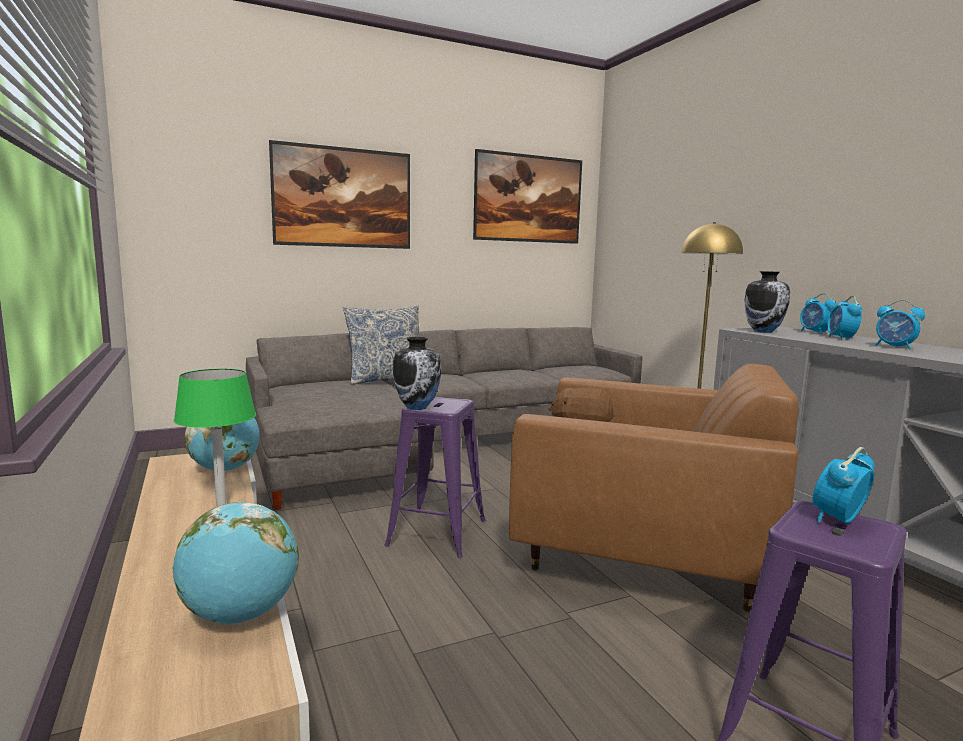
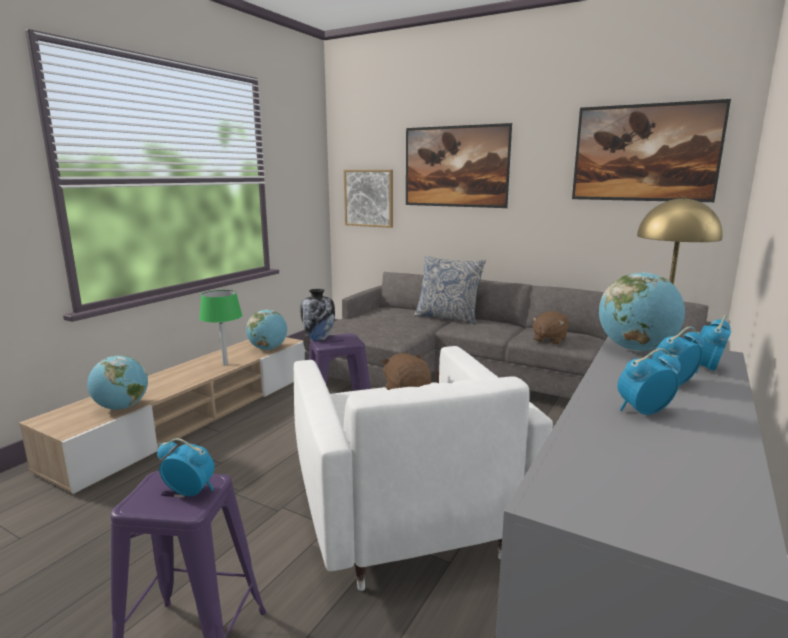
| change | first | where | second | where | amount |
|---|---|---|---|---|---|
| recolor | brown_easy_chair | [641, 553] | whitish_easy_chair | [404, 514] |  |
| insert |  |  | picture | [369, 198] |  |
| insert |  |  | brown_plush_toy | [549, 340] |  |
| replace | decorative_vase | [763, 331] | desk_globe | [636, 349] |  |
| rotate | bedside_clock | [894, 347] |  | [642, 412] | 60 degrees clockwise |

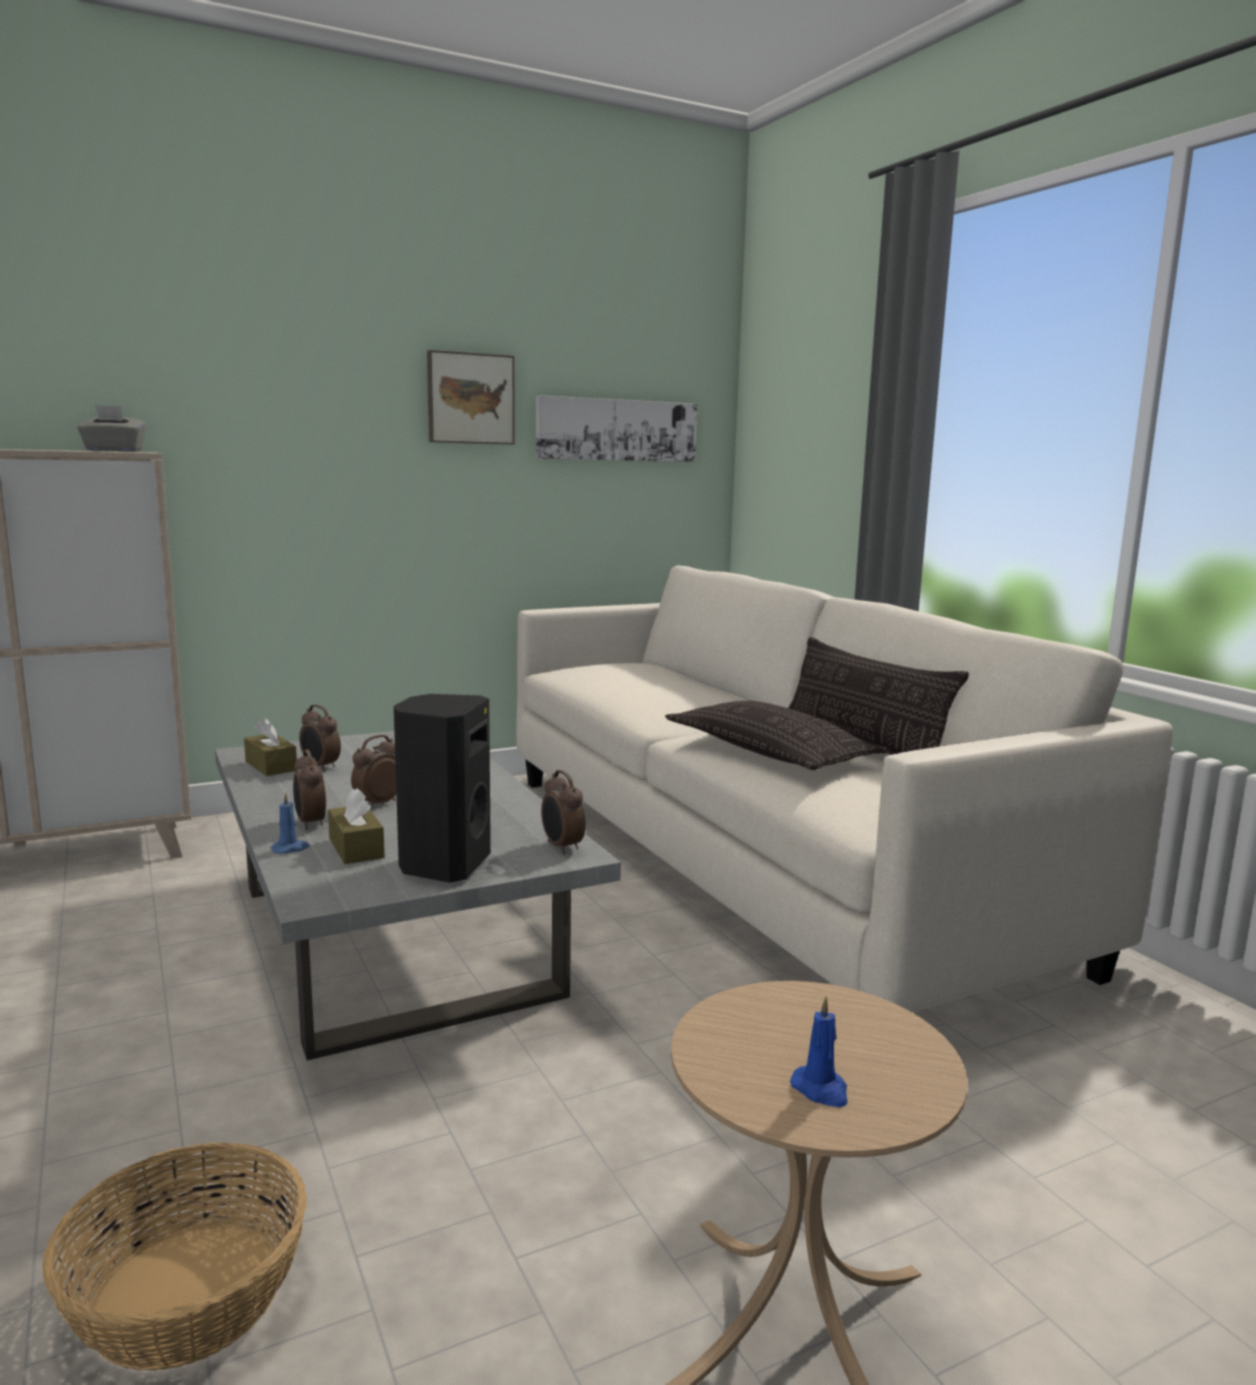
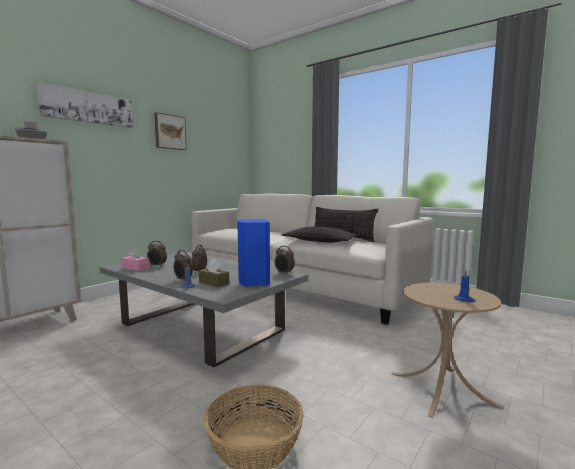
| change | first | where | second | where | amount |
|---|---|---|---|---|---|
| move | picture | [617, 430] |  | [88, 107] |  |
| recolor | brown_tissue_holder | [271, 766] | pink_tissue_holder | [135, 268] |  |
| recolor | black-coloured_speaker | [442, 865] | bluish_speaker | [253, 282] |  |

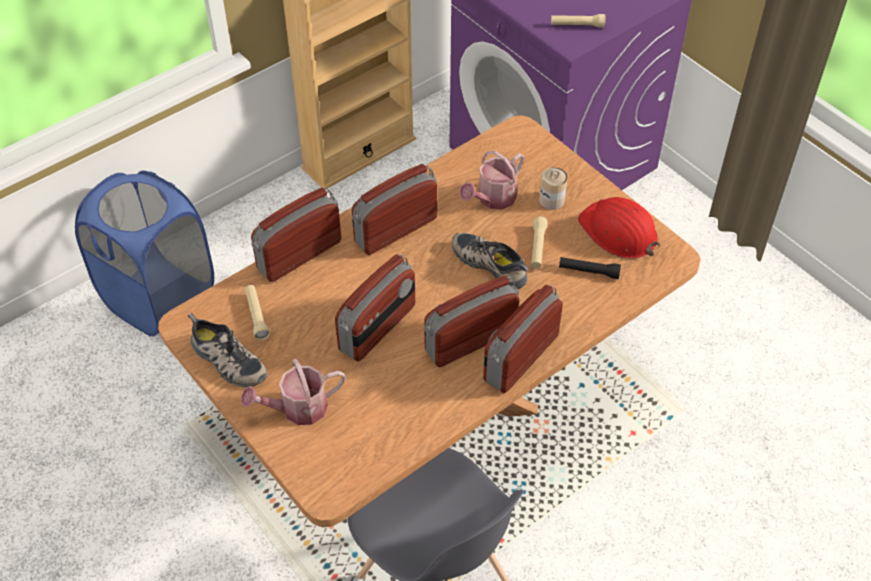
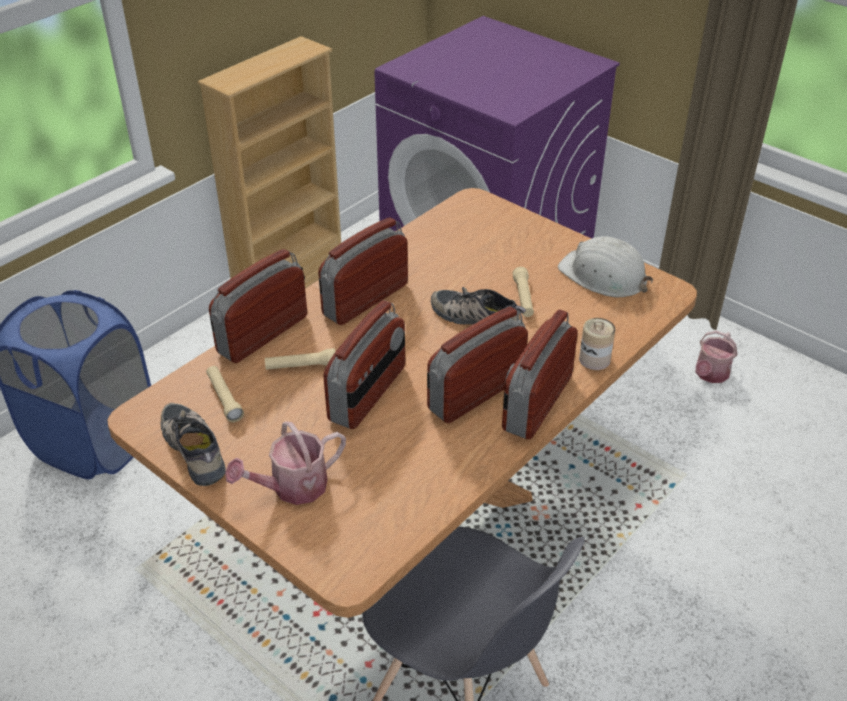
| change | first | where | second | where | amount |
|---|---|---|---|---|---|
| rotate | item_of_footwear | [226, 361] |  | [196, 449] | 150 degrees counterclockwise |
| move | sand-coloured_flashlight | [577, 25] |  | [301, 366] |  |
| recolor | red-coloured_work_helmet | [618, 232] | whitish_work_helmet | [603, 276] |  |
| move | sealed_can | [551, 200] |  | [594, 359] |  |
| move | watering_can | [492, 199] |  | [710, 375] |  |
| delete | black-coloured_flashlight | [589, 271] |  |  |  |

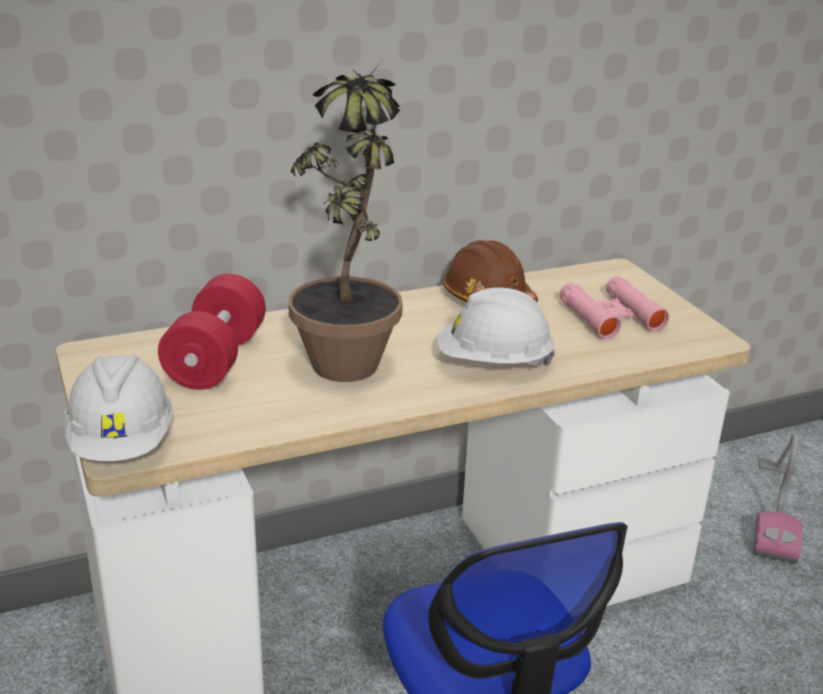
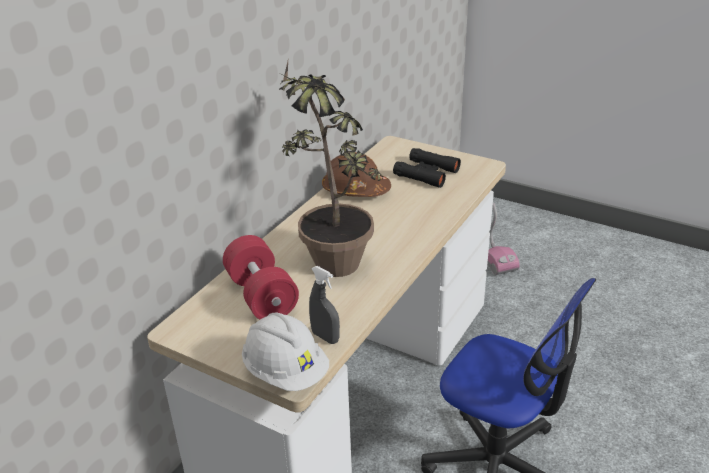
| change | first | where | second | where | amount |
|---|---|---|---|---|---|
| insert |  |  | greyish_hand_sprayer | [325, 337] |  |
| recolor | pink_field_glasses | [610, 317] | black-coloured_field_glasses | [426, 173] |  |
| delete | whitish_work_helmet | [493, 363] |  |  |  |

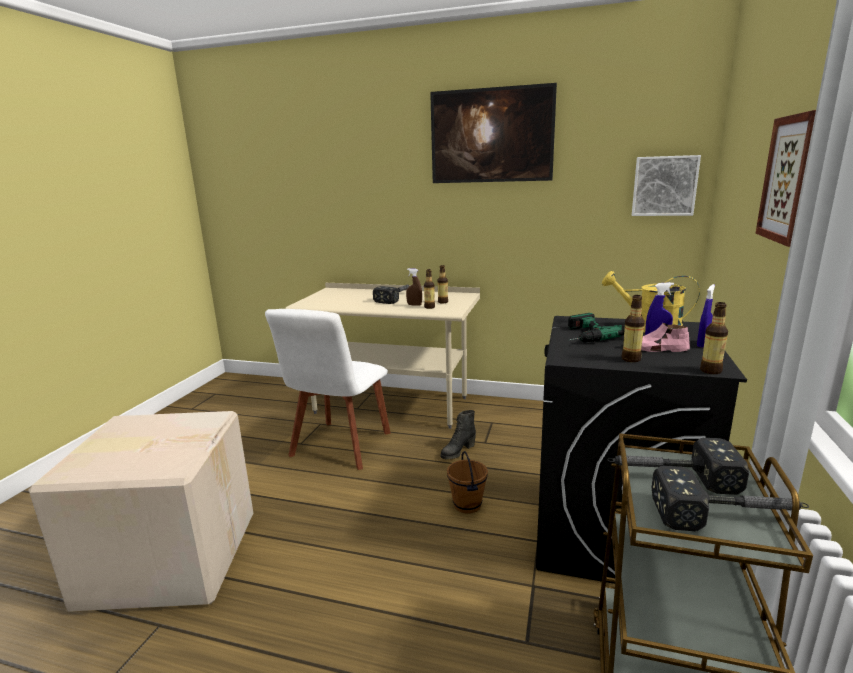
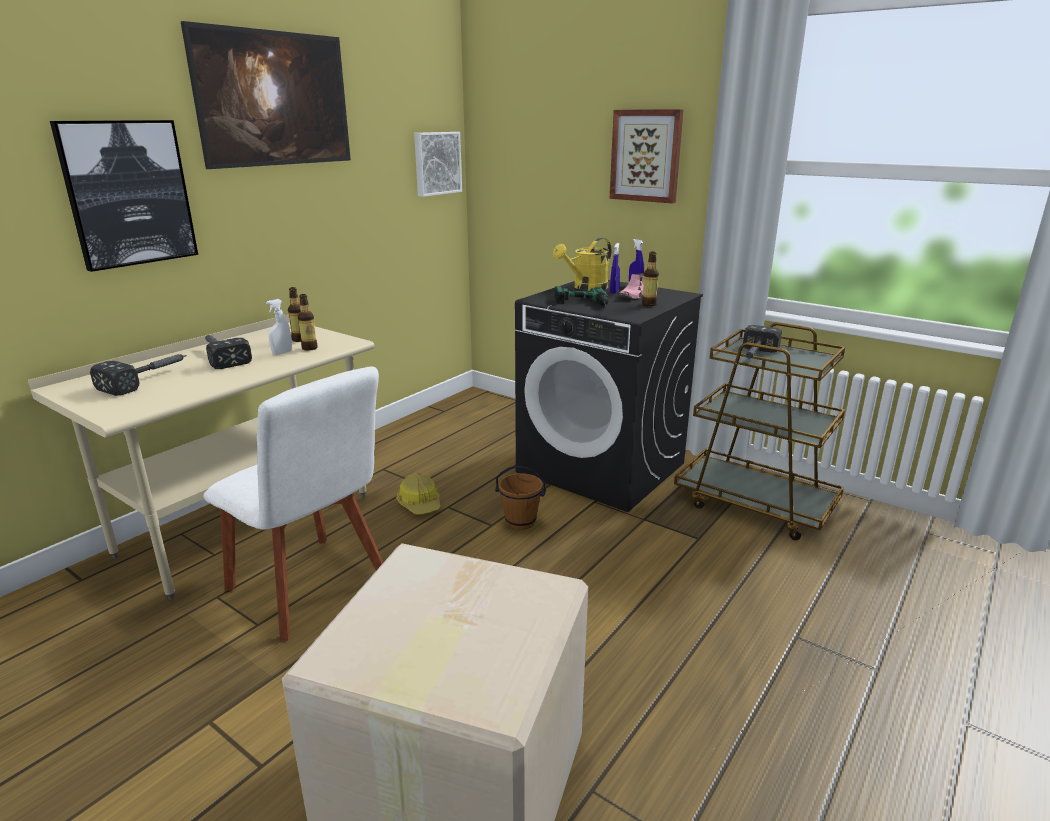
| change | first | where | second | where | amount |
|---|---|---|---|---|---|
| insert |  |  | picture | [128, 193] |  |
| move | tool_hammer | [729, 516] |  | [149, 379] |  |
| recolor | brown_hand_sprayer | [414, 305] | whitish_hand_sprayer | [282, 353] |  |
| replace | black-coloured_boot | [457, 451] | work_helmet | [420, 504] |  |
| delete | beverage_bottle | [710, 371] |  |  |  |

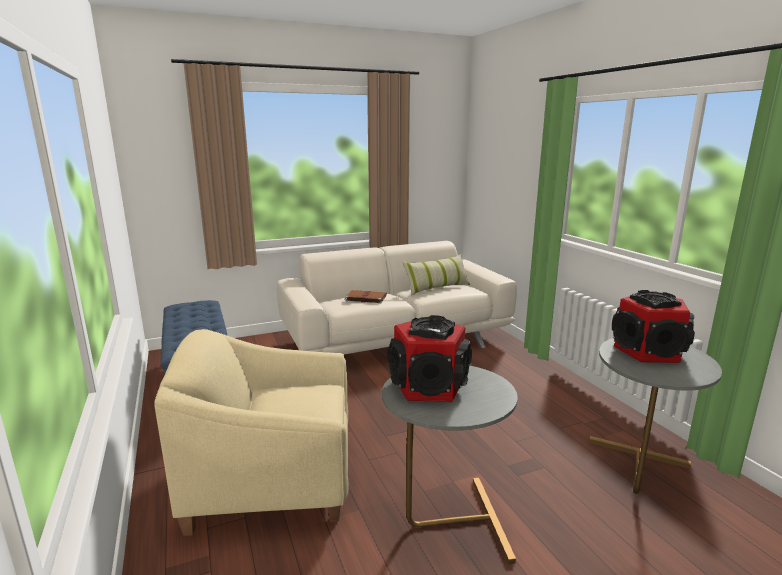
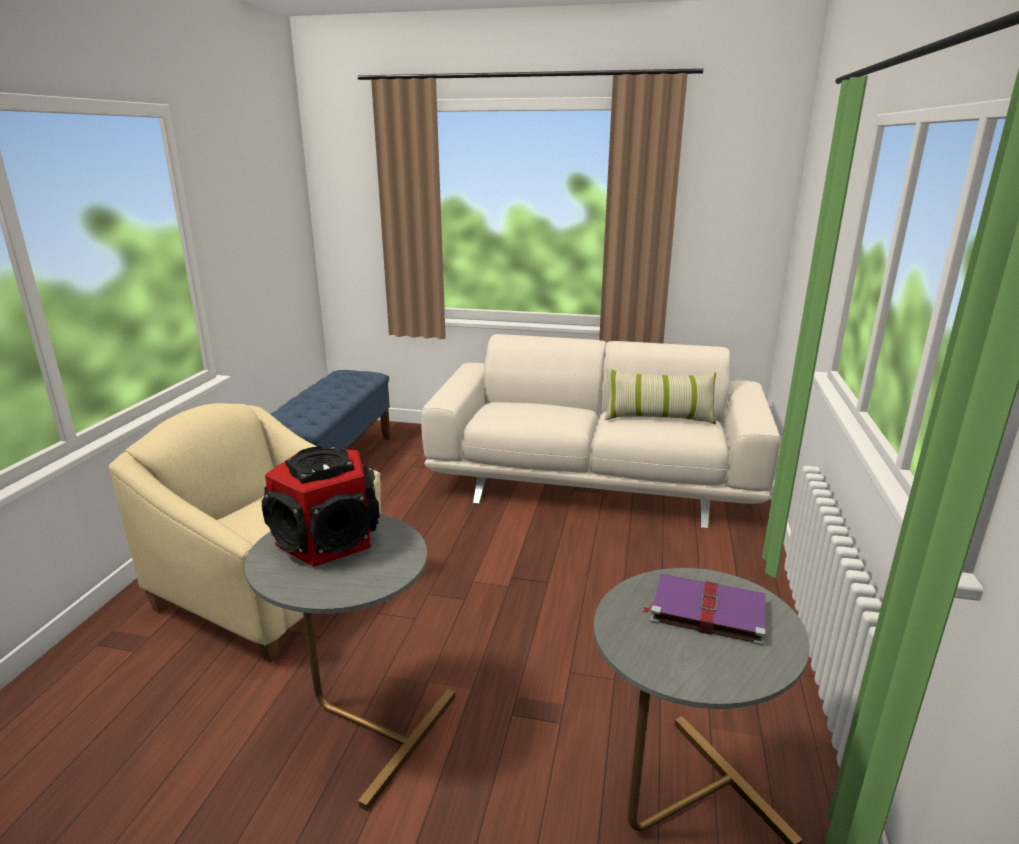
| change | first | where | second | where | amount |
|---|---|---|---|---|---|
| replace | speaker | [649, 351] | purple-coloured_book | [705, 611] |  |
| delete | brown_book | [365, 298] |  |  |  |

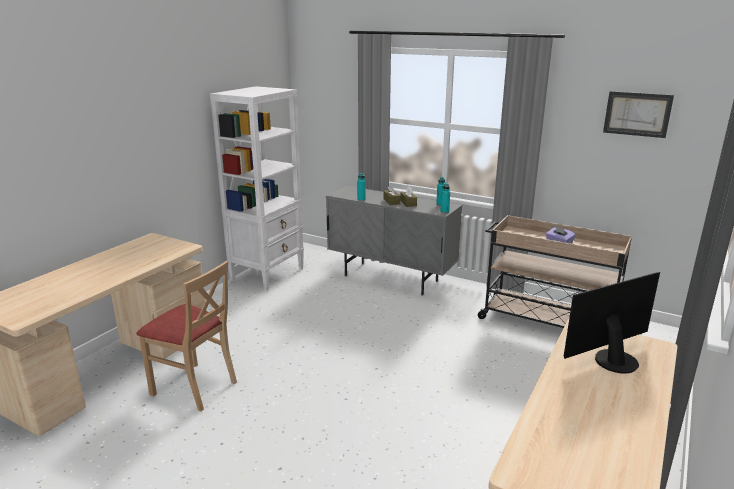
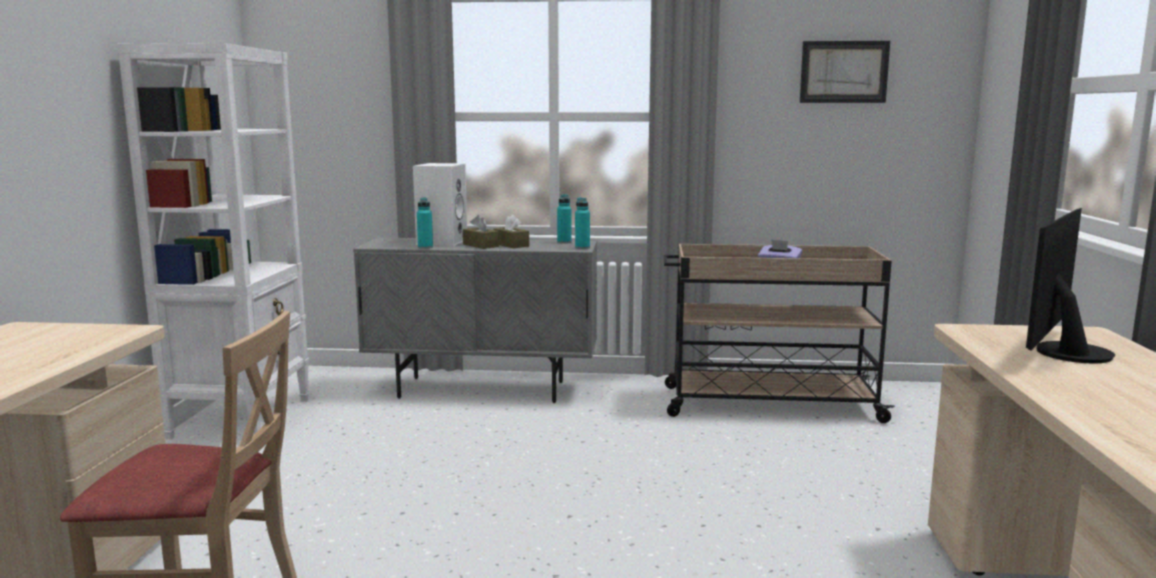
| change | first | where | second | where | amount |
|---|---|---|---|---|---|
| insert |  |  | whitish_speaker | [441, 241] |  |

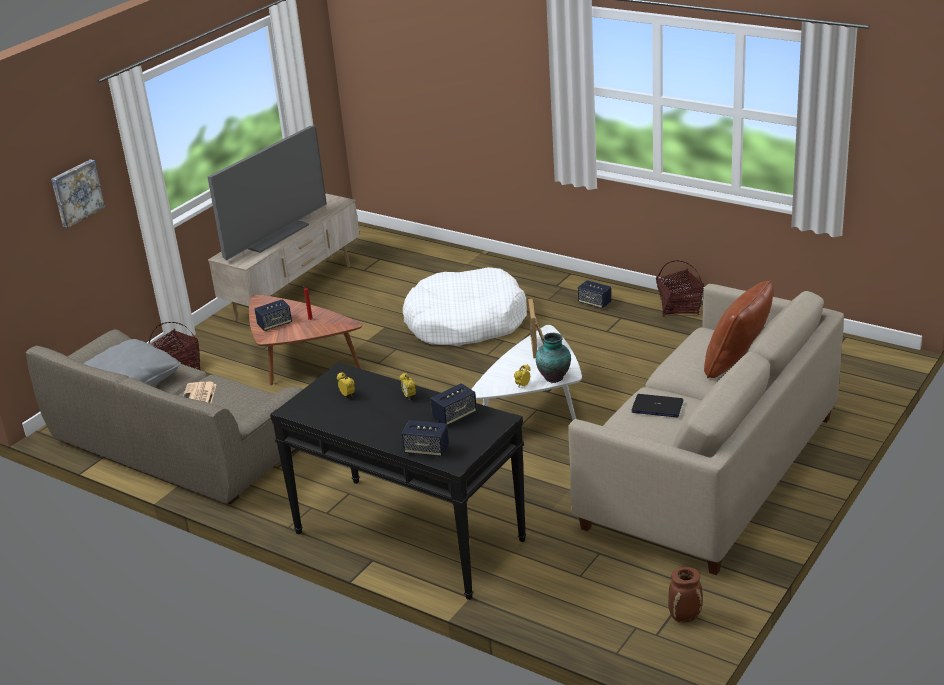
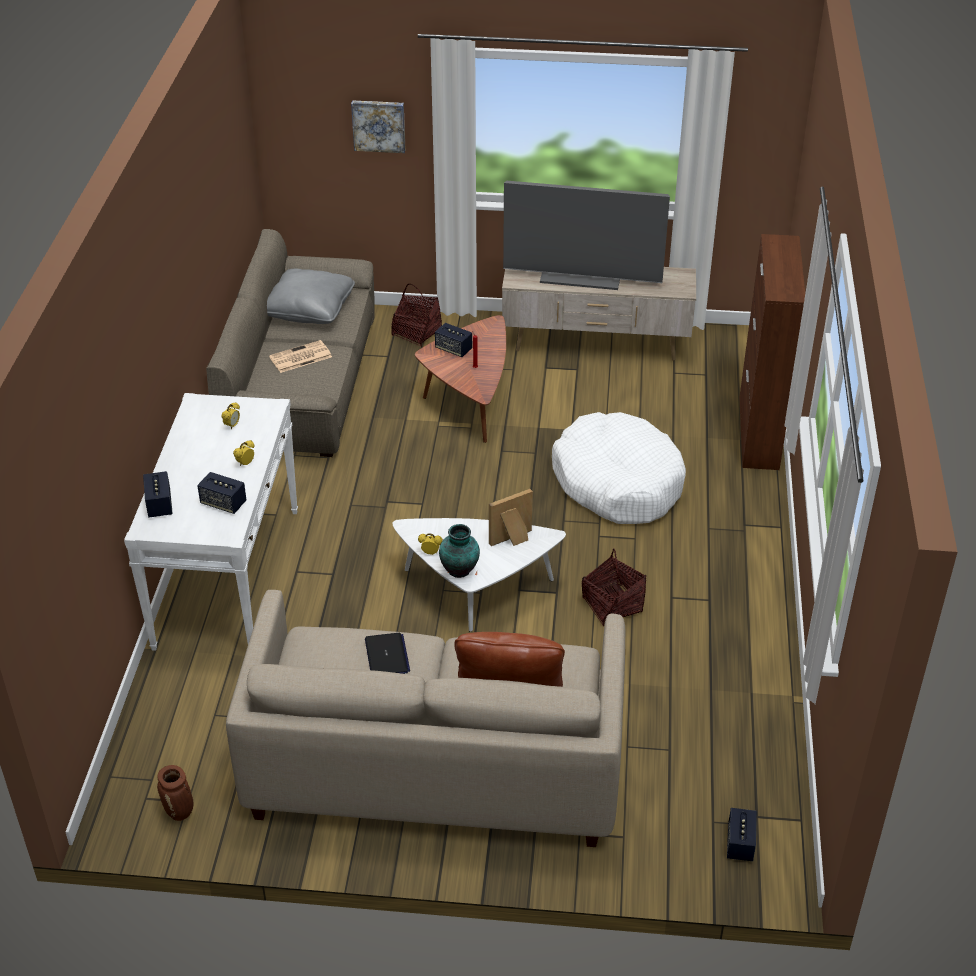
| change | first | where | second | where | amount |
|---|---|---|---|---|---|
| recolor | black-coloured_narrow_table | [408, 536] | whitish_narrow_table | [227, 576] |  |
| move | household_basket | [679, 308] |  | [612, 605] |  |
| move | speaker | [594, 303] |  | [740, 844] |  |
| insert |  |  | brown_storage_cabinet | [758, 433] |  |

